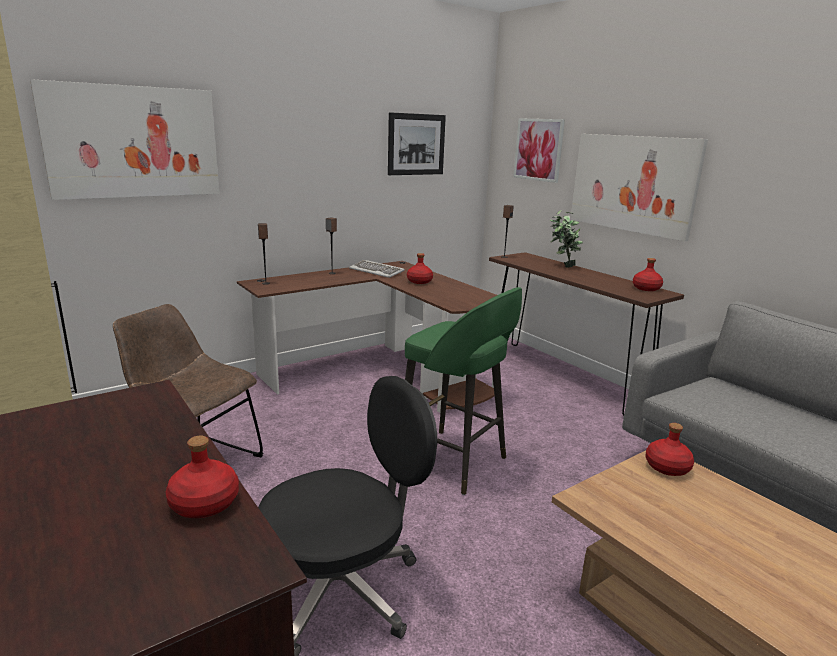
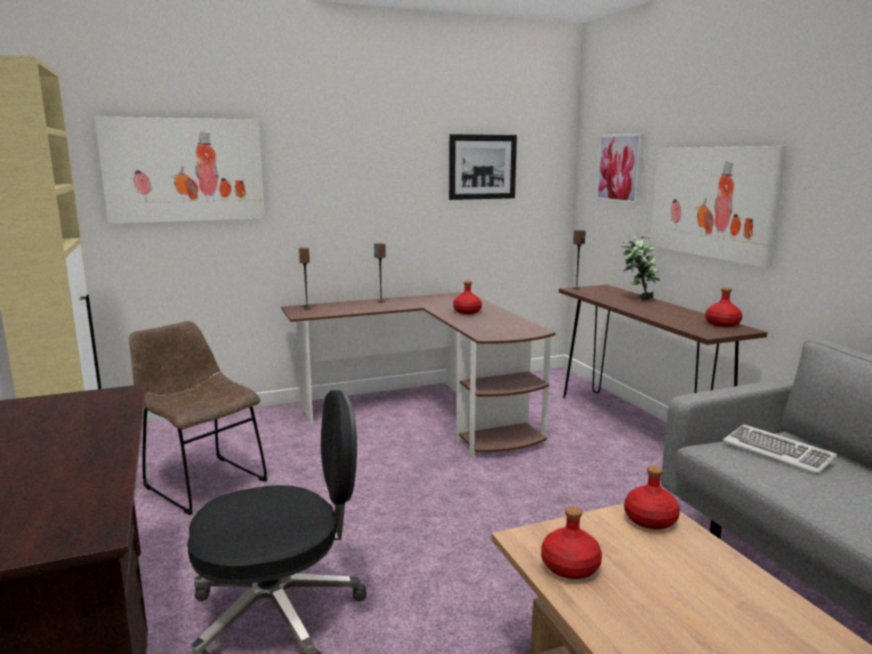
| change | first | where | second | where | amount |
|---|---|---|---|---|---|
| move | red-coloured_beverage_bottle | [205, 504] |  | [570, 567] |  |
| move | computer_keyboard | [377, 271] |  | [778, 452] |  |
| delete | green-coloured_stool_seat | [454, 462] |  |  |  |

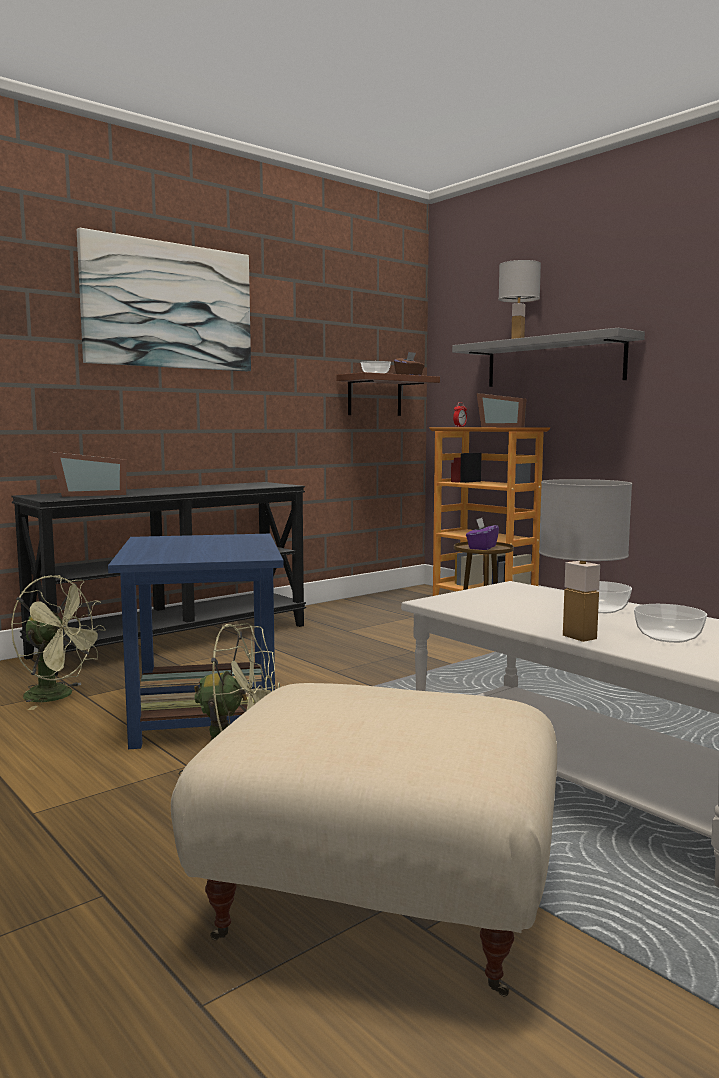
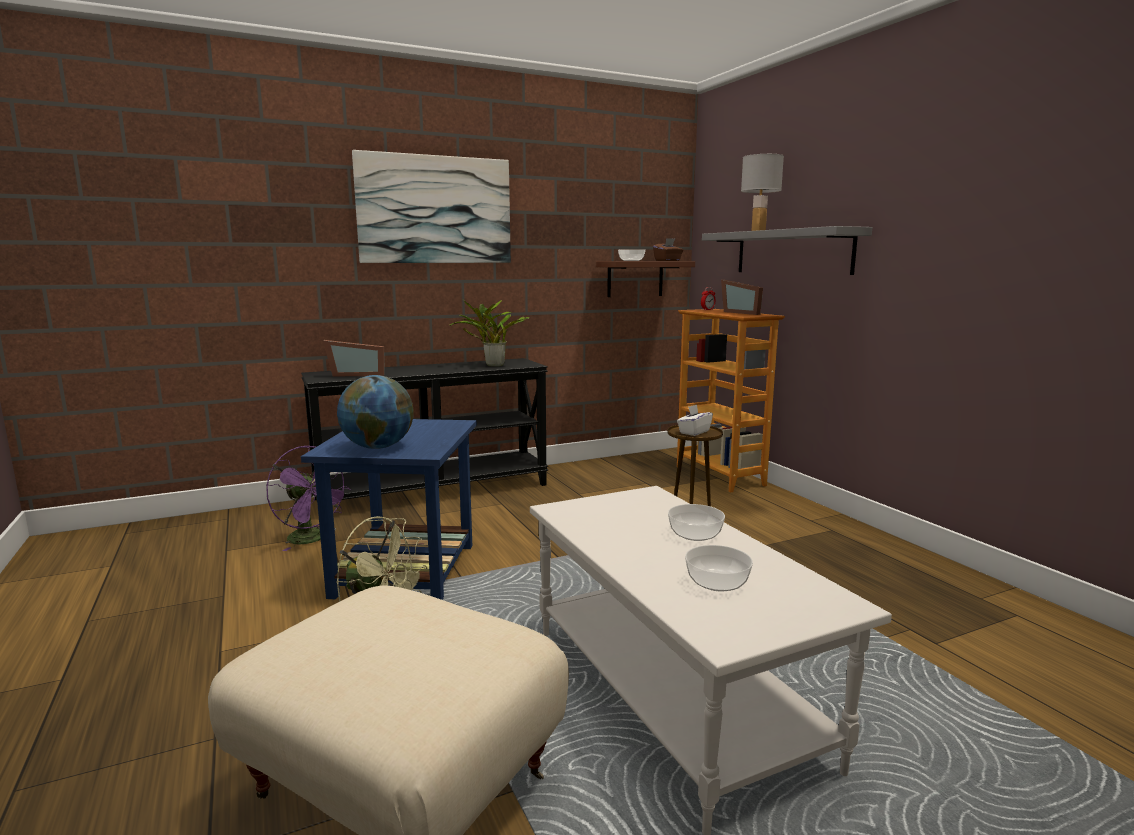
| change | first | where | second | where | amount |
|---|---|---|---|---|---|
| recolor | green-coloured_fan | [58, 696] | purple-coloured_fan | [312, 539] |  |
| insert |  |  | desk_globe | [378, 447] |  |
| insert |  |  | potted_plant | [492, 365] |  |
| recolor | purple-coloured_tissue_holder | [482, 547] | whitish_tissue_holder | [694, 432] |  |
| delete | whitish_lamp_for_a_table | [578, 637] |  |  |  |

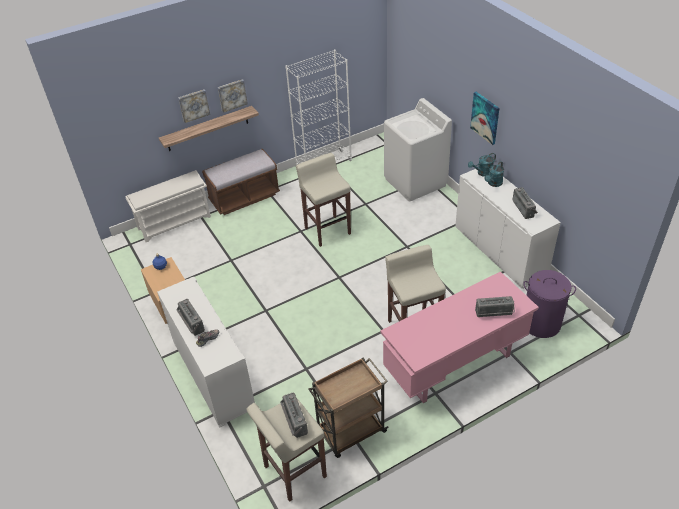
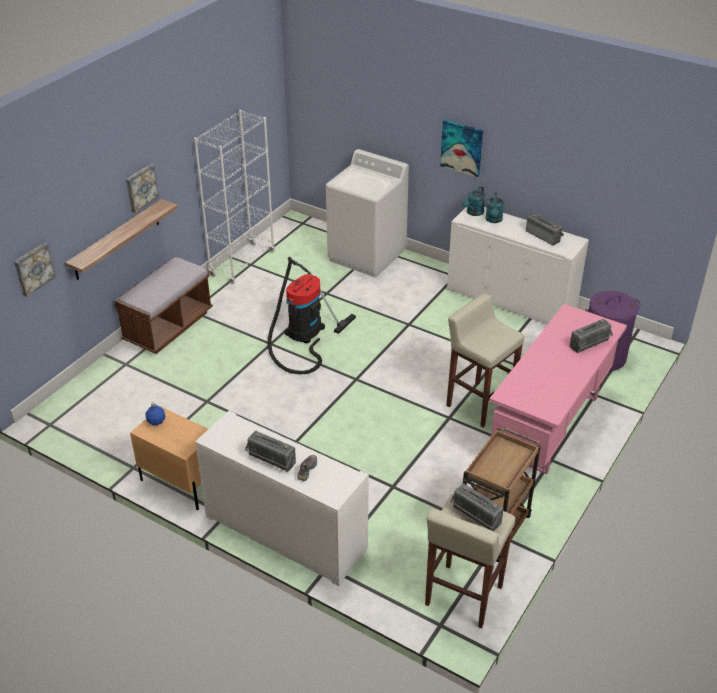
| change | first | where | second | where | amount |
|---|---|---|---|---|---|
| move | picture | [193, 105] |  | [33, 268] |  |
| replace | sand-coloured_stool_seat | [327, 230] | vacuum_cleaner | [303, 334] |  |
| delete | whitish_shoe_stand | [175, 222] |  |  |  |

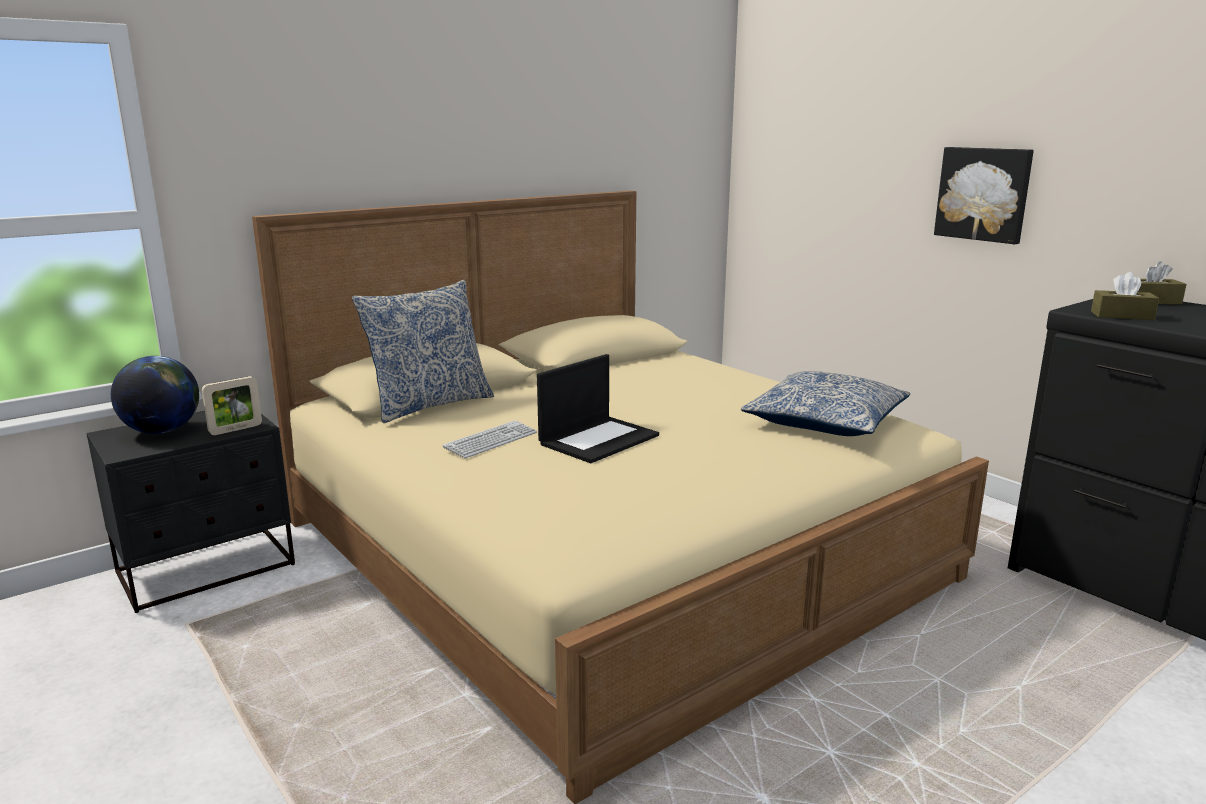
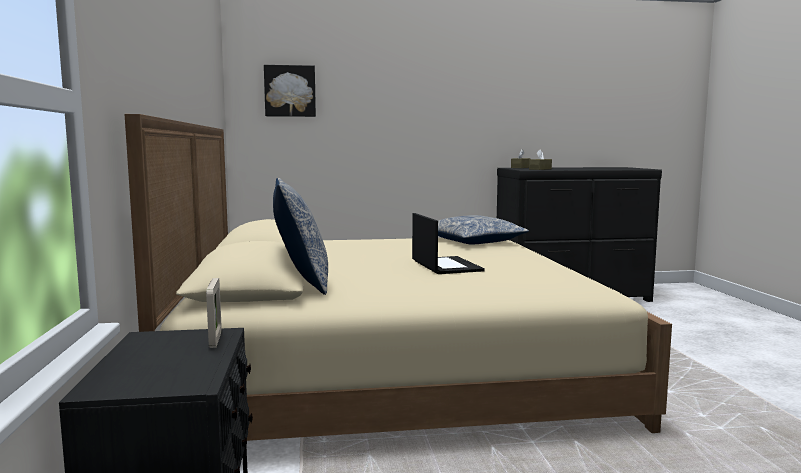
| change | first | where | second | where | amount |
|---|---|---|---|---|---|
| move | picture | [983, 194] |  | [290, 91] |  |
| delete | desk_globe | [162, 431] |  |  |  |
| delete | computer_keyboard | [491, 441] |  |  |  |

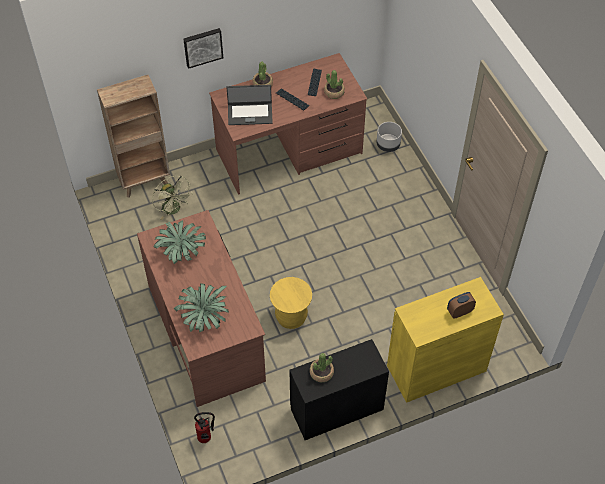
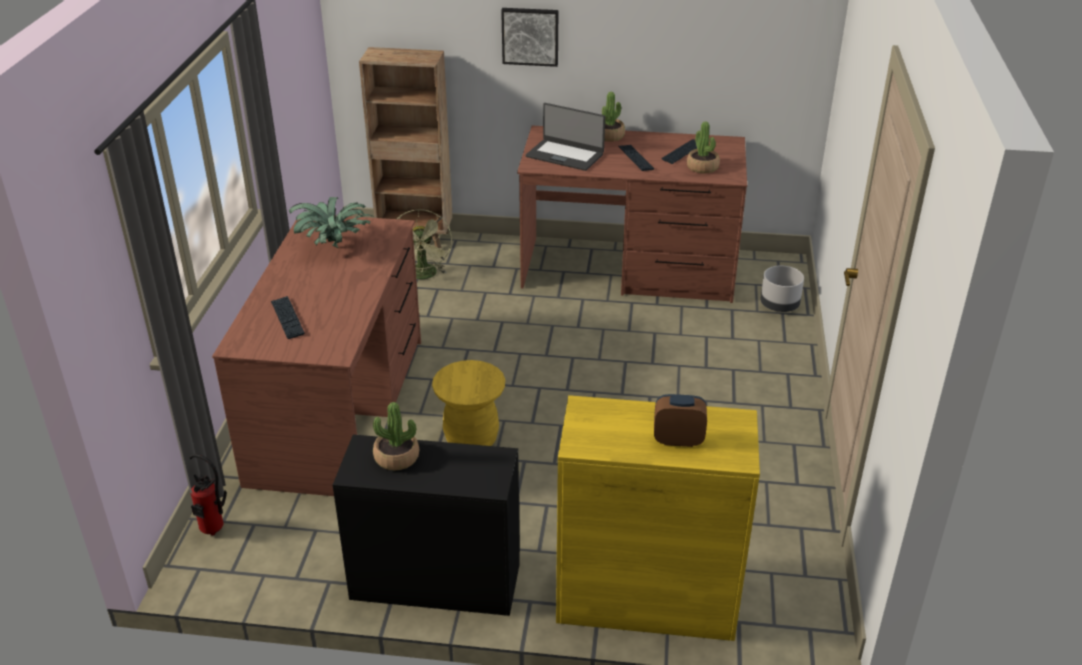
| change | first | where | second | where | amount |
|---|---|---|---|---|---|
| replace | potted_plant | [204, 317] | computer_keyboard | [287, 318] |  |

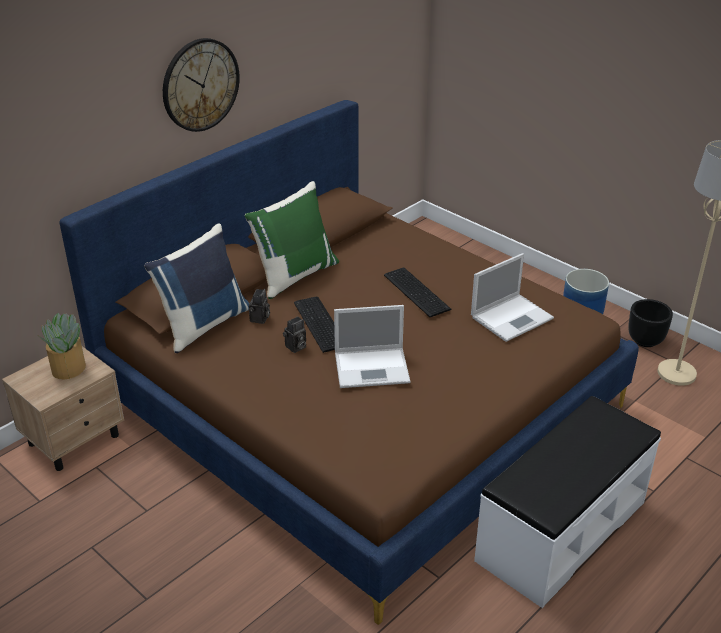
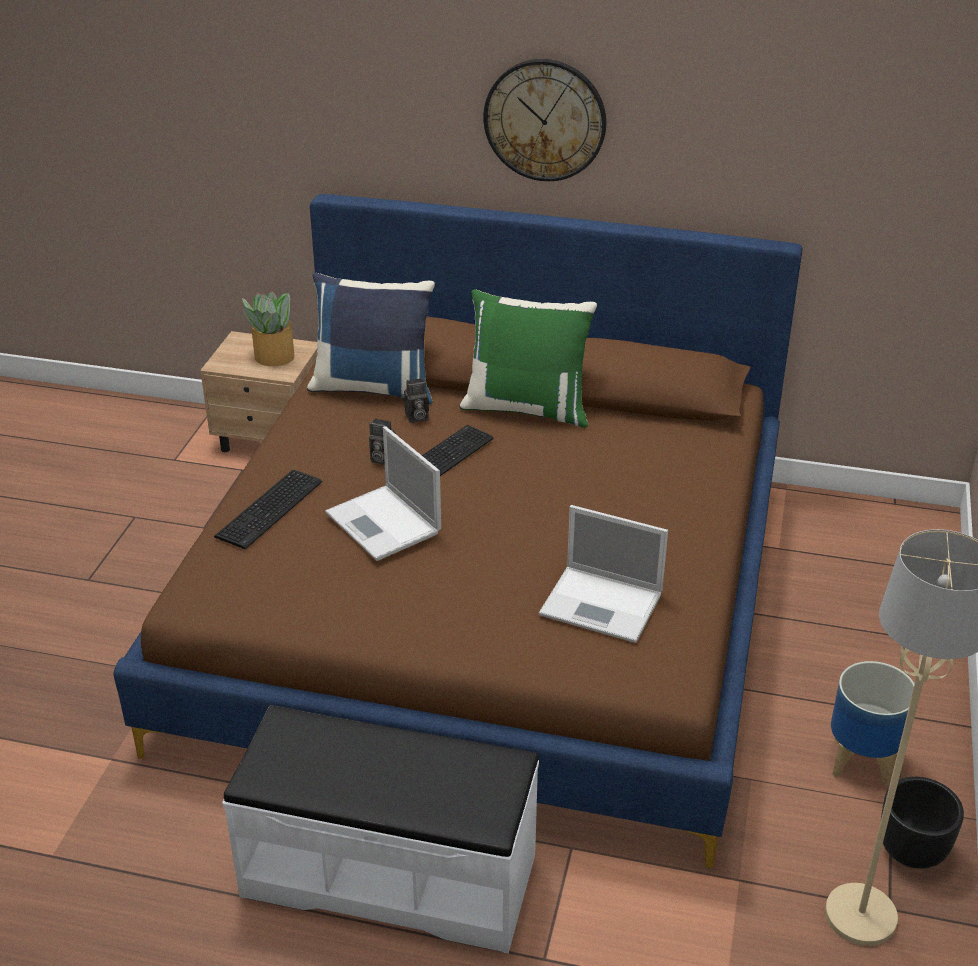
| change | first | where | second | where | amount |
|---|---|---|---|---|---|
| move | computer_keyboard | [417, 291] |  | [272, 508] |  |

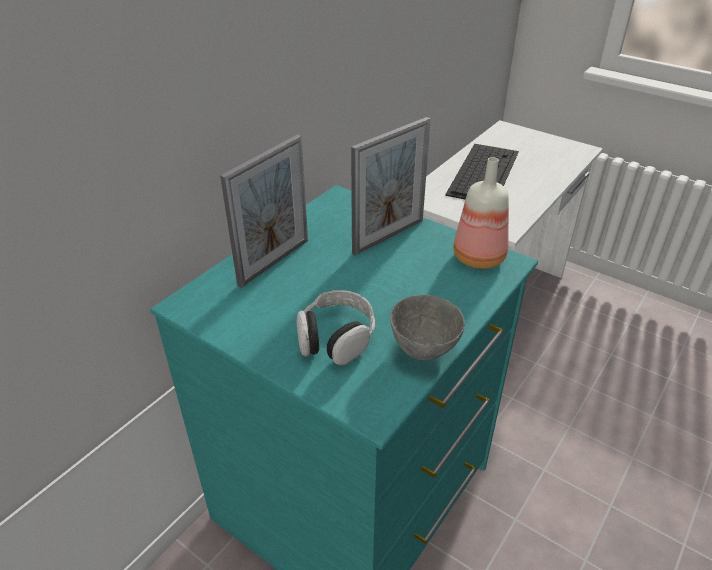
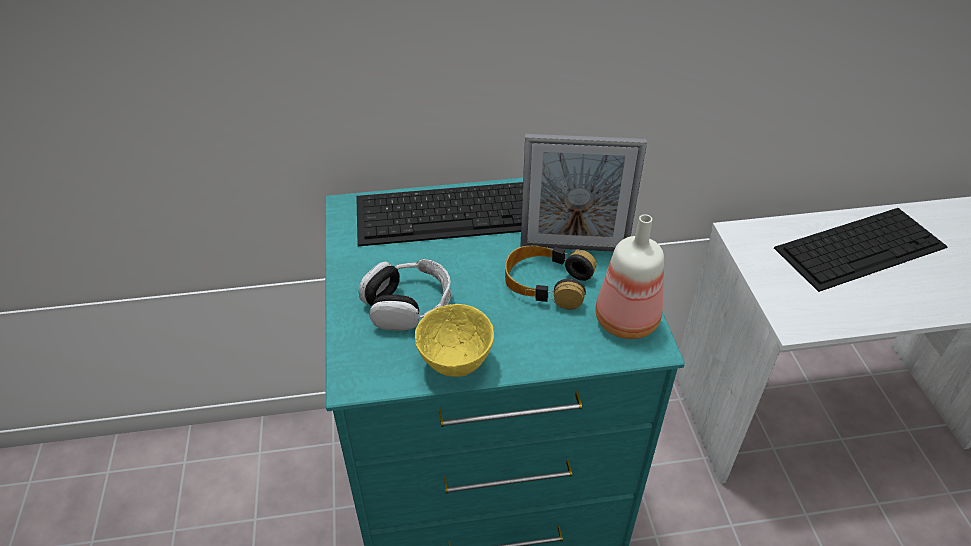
| change | first | where | second | where | amount |
|---|---|---|---|---|---|
| replace | standing_frame | [274, 262] | computer_keyboard | [450, 212] |  |
| recolor | greyish_bowl | [424, 349] | yellow-coloured_bowl | [457, 363] |  |
| insert |  |  | headset | [546, 283] |  |

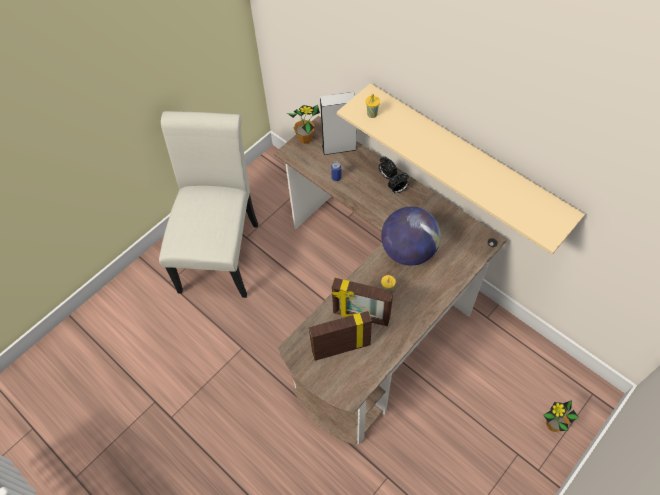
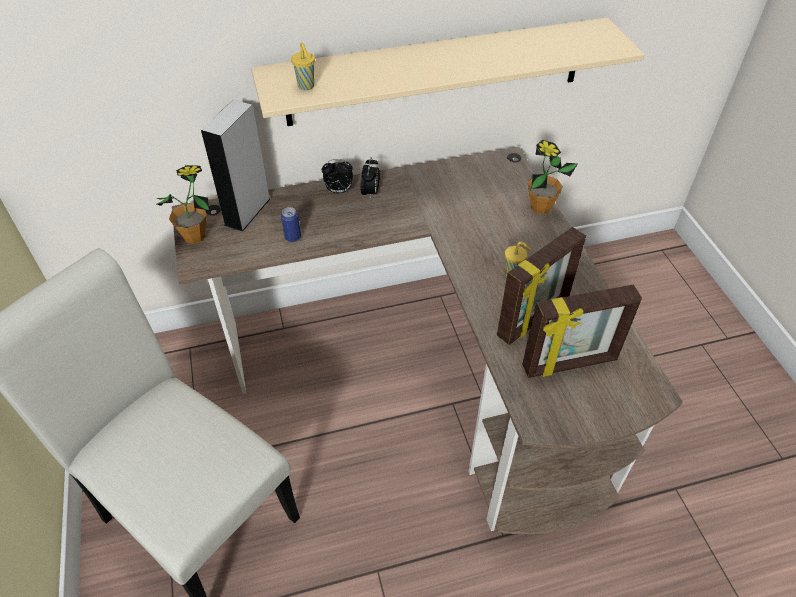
| change | first | where | second | where | amount |
|---|---|---|---|---|---|
| rotate | standing_frame | [340, 347] |  | [570, 364] | 120 degrees counterclockwise |
| move | potted_plant | [552, 425] |  | [540, 207] |  |
| delete | desk_globe | [408, 251] |  |  |  |

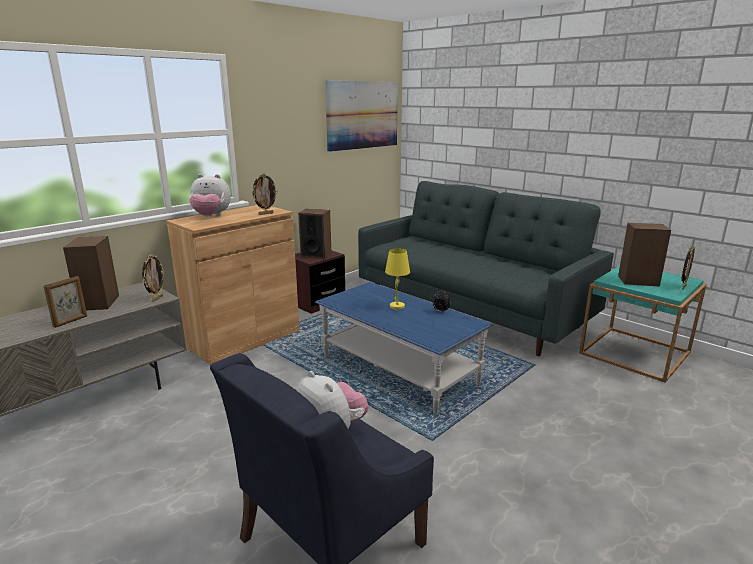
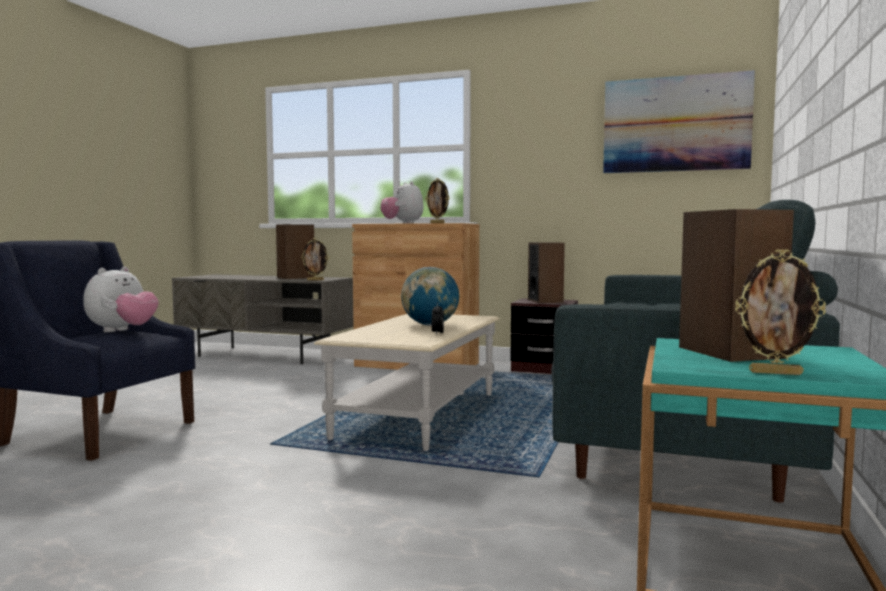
| change | first | where | second | where | amount |
|---|---|---|---|---|---|
| recolor | bluish_lounge_table | [398, 370] | sand-coloured_lounge_table | [419, 415] |  |
| replace | yellow-coloured_lamp_for_a_table | [397, 306] | desk_globe | [430, 325] |  |
| delete | standing_frame | [71, 321] |  |  |  |

